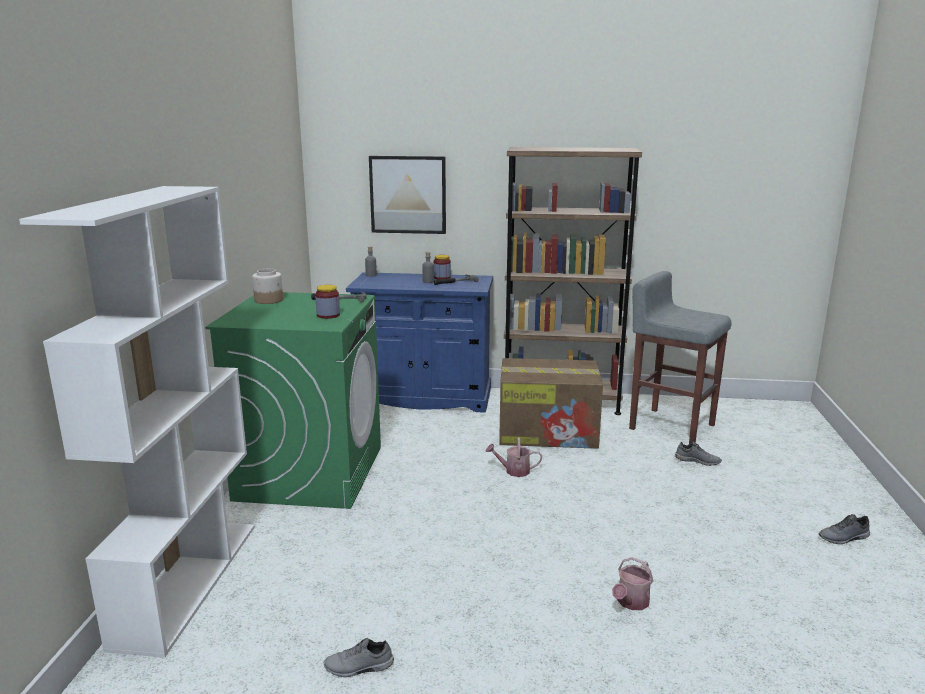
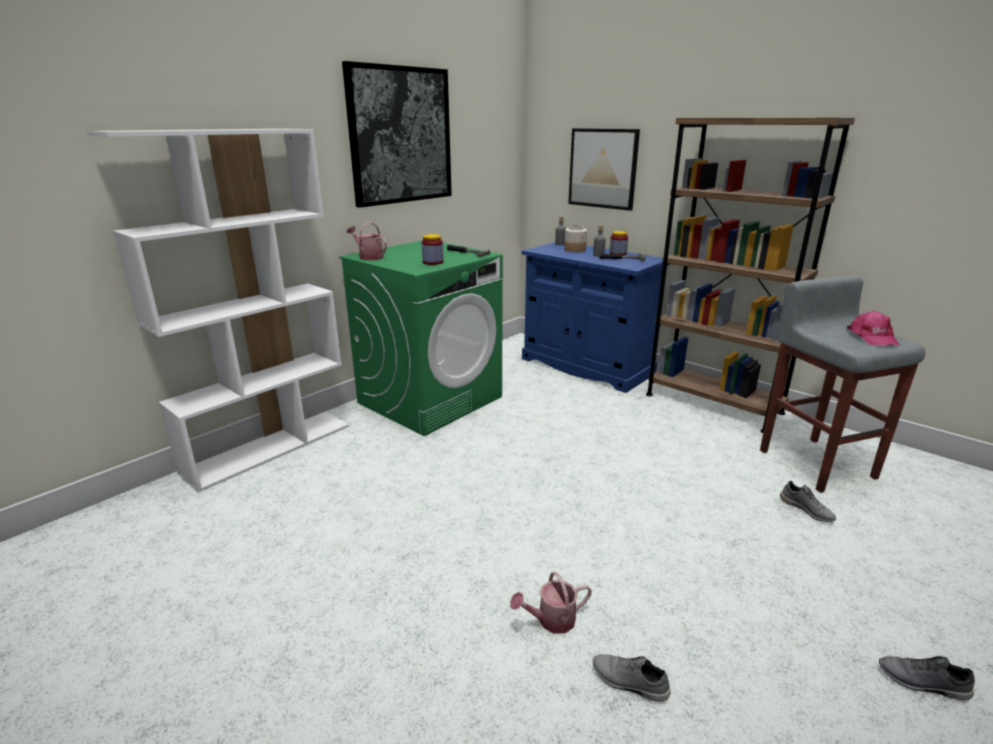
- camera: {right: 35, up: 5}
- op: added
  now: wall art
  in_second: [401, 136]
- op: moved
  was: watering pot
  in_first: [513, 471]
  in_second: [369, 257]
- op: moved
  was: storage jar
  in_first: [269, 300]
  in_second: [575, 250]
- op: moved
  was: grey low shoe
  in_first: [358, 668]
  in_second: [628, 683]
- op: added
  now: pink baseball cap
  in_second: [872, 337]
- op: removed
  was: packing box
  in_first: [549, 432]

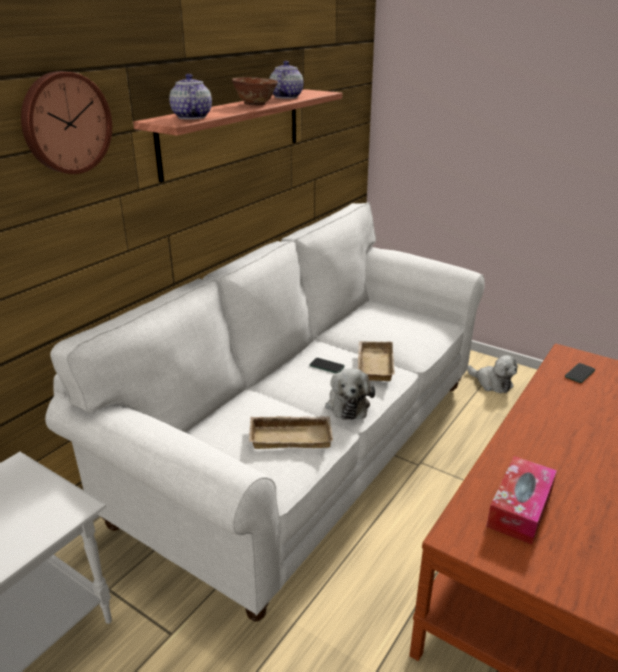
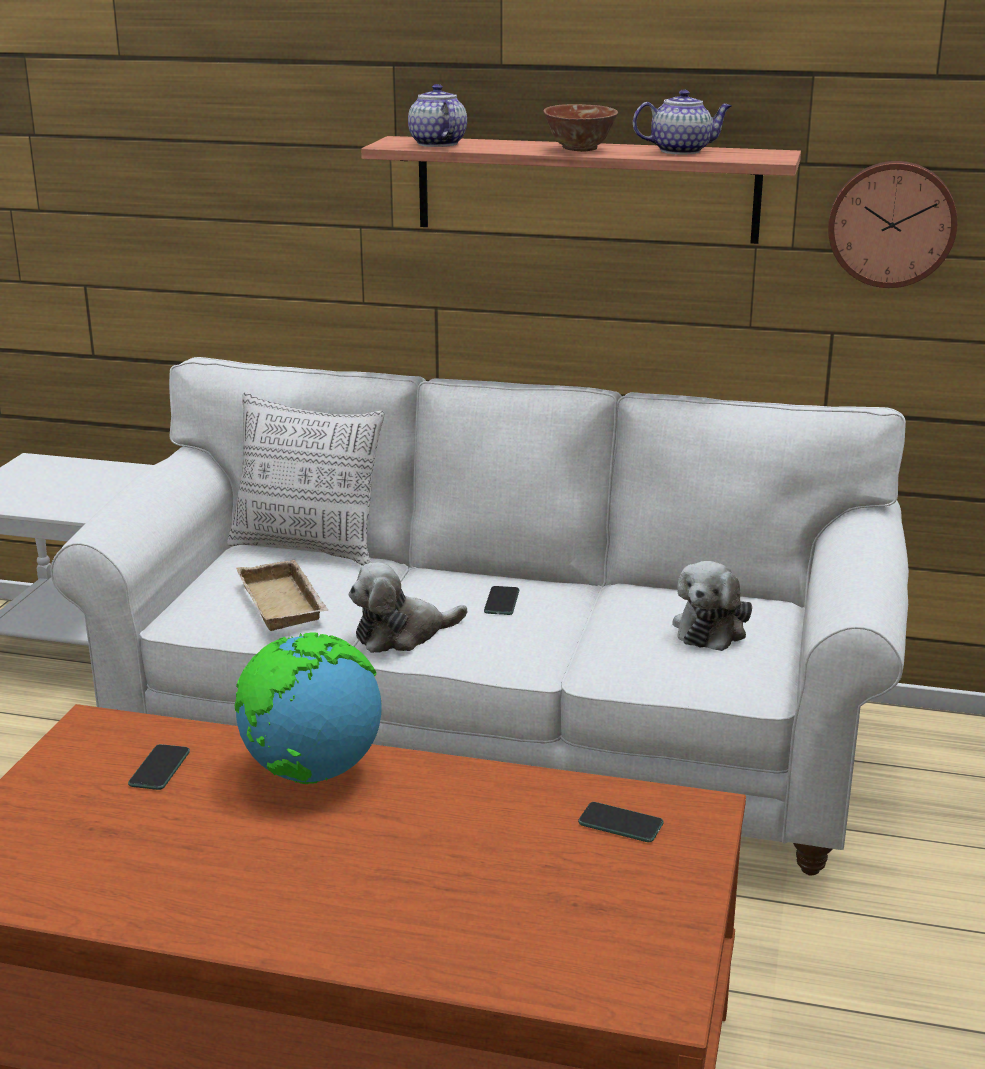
- camera: {right: 70, up: -5}
- op: replaced
  was: tissue box
  now: phone
  in_first: [520, 508]
  in_second: [159, 768]
- op: added
  now: throw pillow
  in_second: [308, 548]
- op: added
  now: globe
  in_second: [311, 773]
- op: turned
  was: teapot
  in_first: [191, 117]
  in_second: [436, 144]
  clockwise: -75
- op: moved
  was: plush toy
  in_first: [492, 383]
  in_second: [711, 628]
- op: moved
  was: clock on the wall
  in_first: [65, 123]
  in_second: [892, 223]
- op: removed
  was: sand-coloured carrying tray
  in_first: [373, 364]

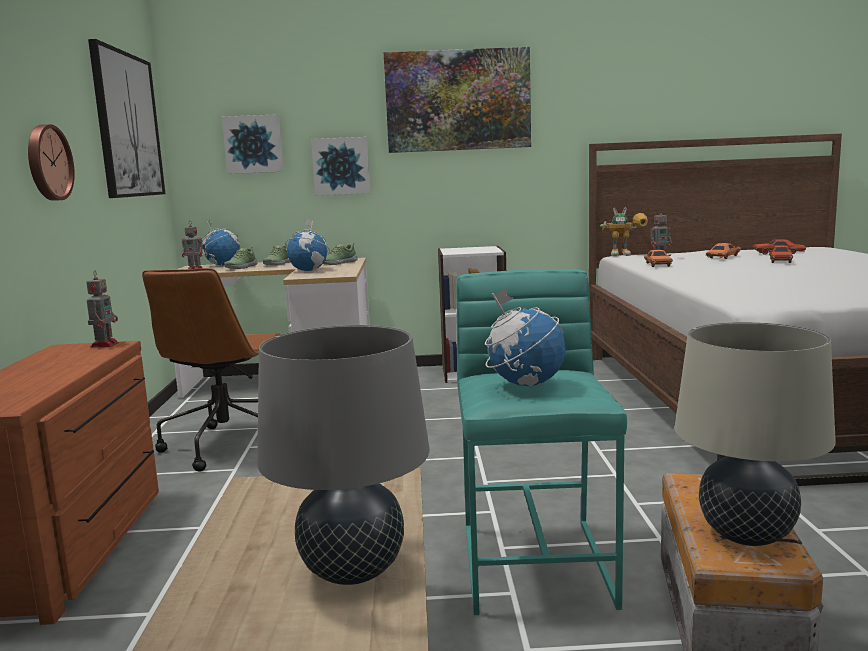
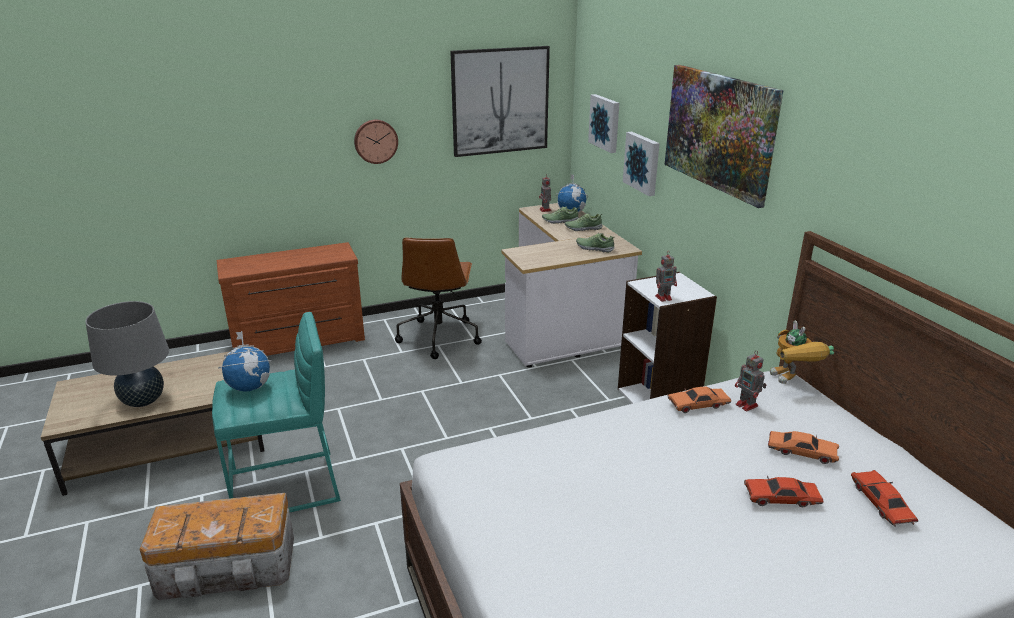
- camera: {right: 70, up: 15}
- op: turned
  was: brown-coloured desk chair
  in_first: [226, 444]
  in_second: [439, 336]
  clockwise: -75
- op: moved
  was: toy robot
  in_first: [105, 344]
  in_second: [664, 297]
- op: removed
  was: globe
  in_first: [309, 270]
- op: removed
  was: sand-coloured tabletop lamp
  in_first: [746, 535]

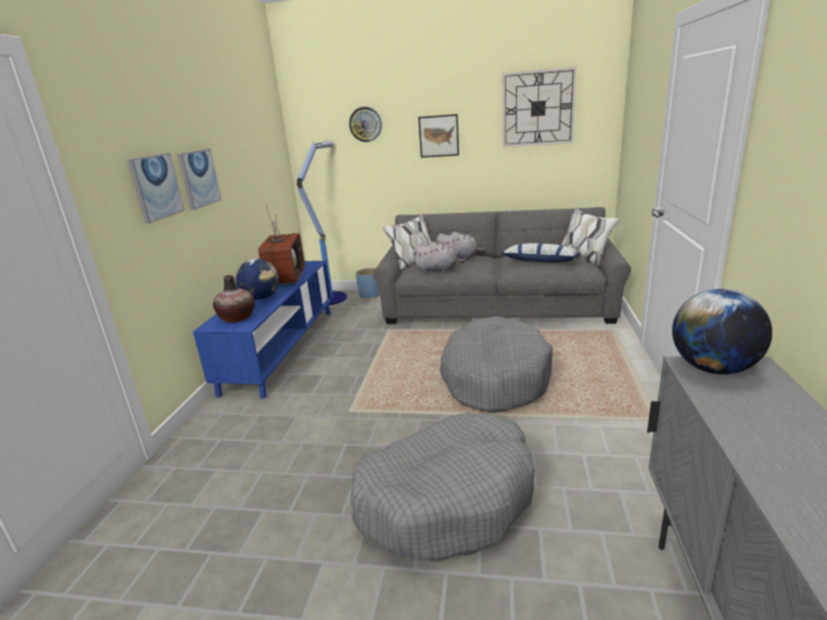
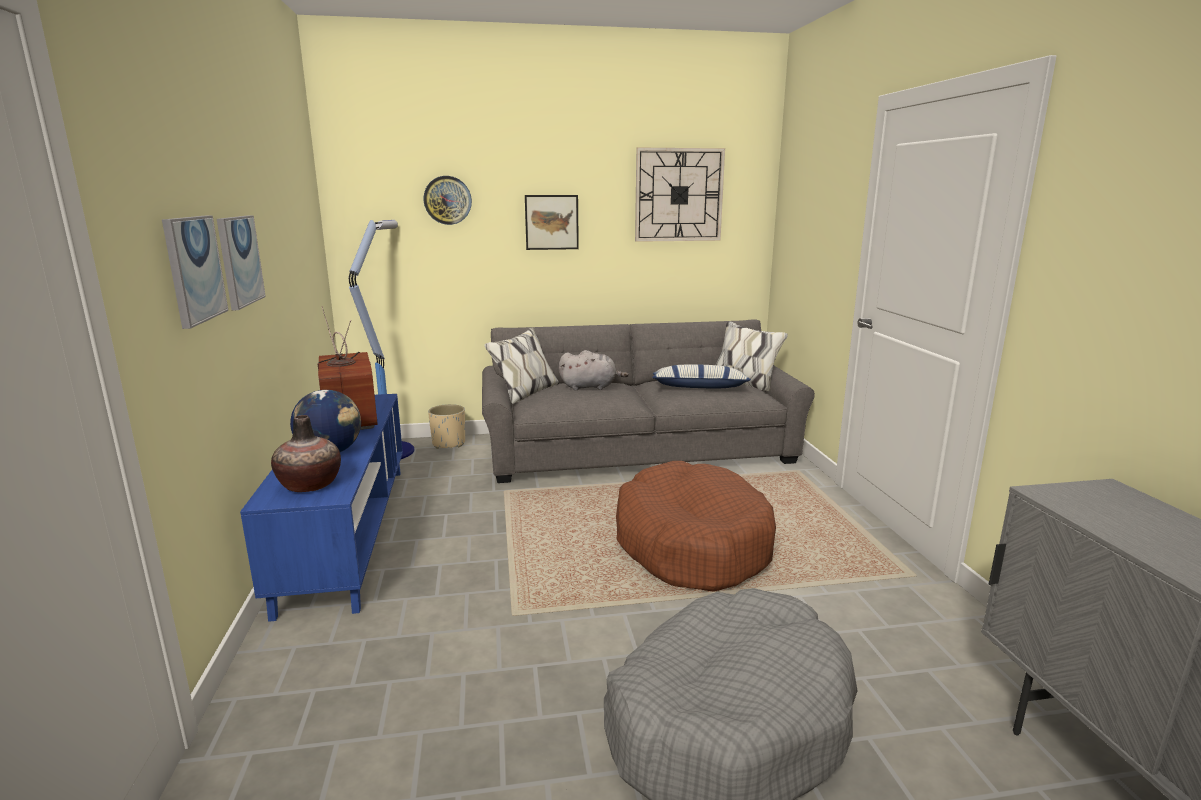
- camera: {right: -20, up: -5}
- op: recoloured
  was: blue flower pot
  now: sand-coloured flower pot
  in_first: [370, 295]
  in_second: [449, 443]
- op: recoloured
  was: grey dog cushion
  now: brown-coloured dog cushion
  in_first: [494, 378]
  in_second: [691, 544]
- op: removed
  was: grey plush toy
  in_first: [438, 270]
- op: removed
  was: globe
  in_first: [713, 368]

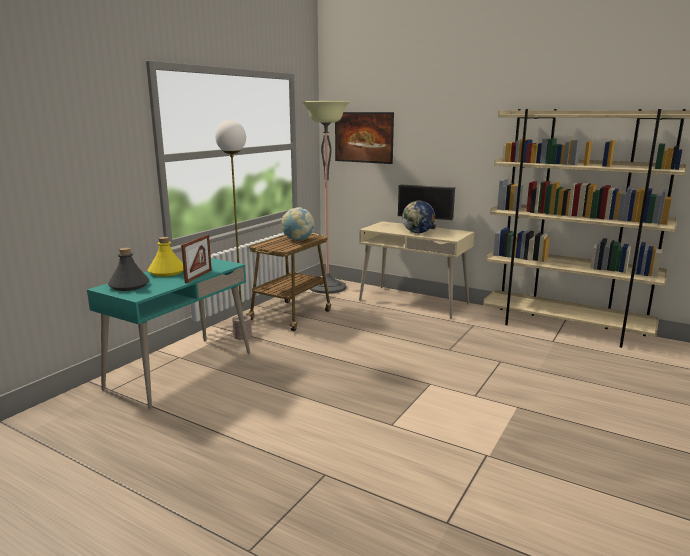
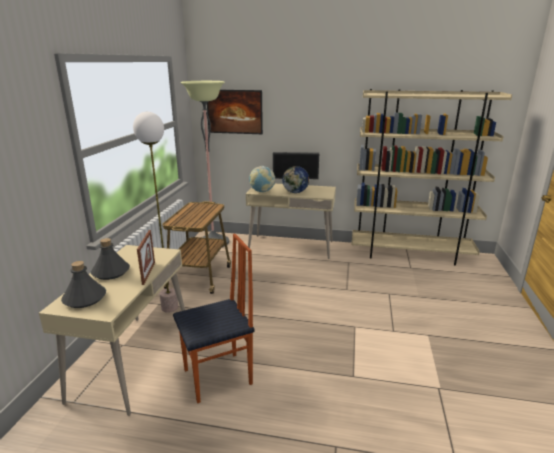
- camera: {right: -20, up: 5}
- op: recoloured
  was: turquoise-coloured desk unit
  now: sand-coloured desk unit
  in_first: [180, 370]
  in_second: [133, 360]
- op: recoloured
  was: yellowish drink bottle
  now: grey drink bottle
  in_first: [167, 272]
  in_second: [110, 272]
- op: added
  now: upright chair
  in_second: [219, 377]
- op: moved
  was: globe
  in_first: [298, 240]
  in_second: [262, 191]

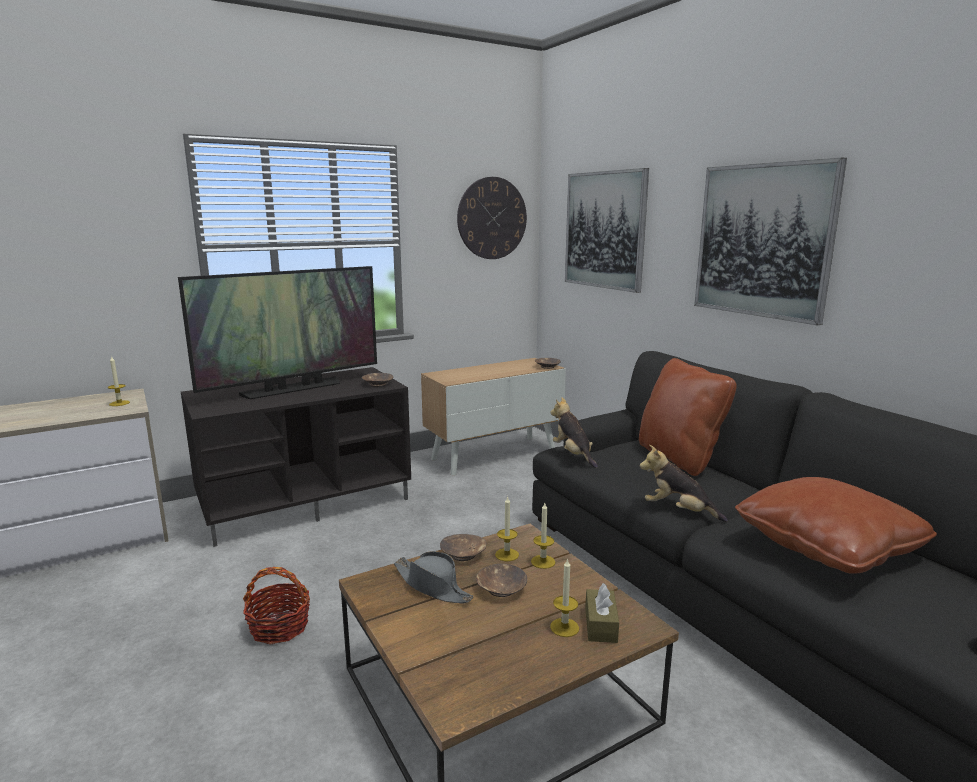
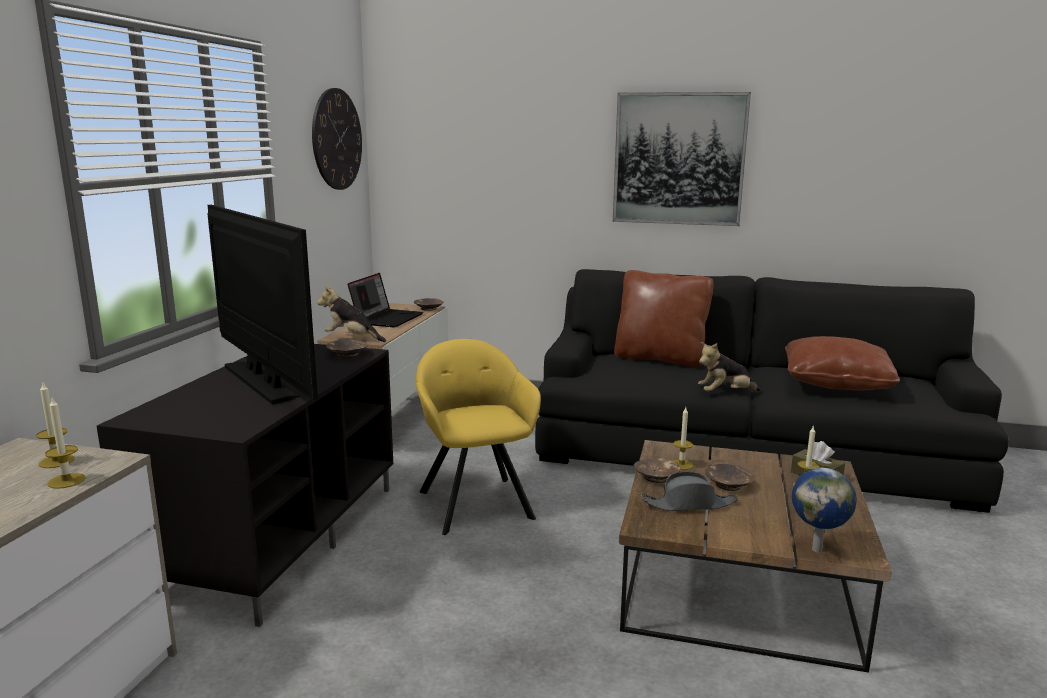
- camera: {right: -45, up: 0}
- op: moved
  was: wax light
  in_first: [543, 562]
  in_second: [66, 481]
- op: turned
  was: television
  in_first: [293, 389]
  in_second: [261, 382]
  clockwise: -45
- op: moved
  was: plush toy
  in_first: [573, 455]
  in_second: [351, 338]
- op: added
  now: portable computer
  in_second: [387, 318]
- op: added
  now: yellowish armchair
  in_second: [475, 501]
- op: added
  now: globe
  in_second: [817, 549]
- op: removed
  was: basket
  in_first: [279, 627]
- op: removed
  was: wall art
  in_first: [605, 230]

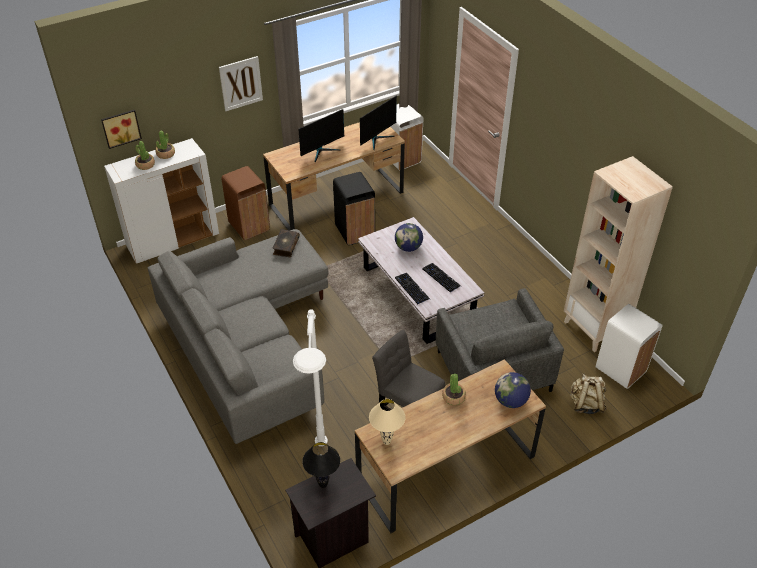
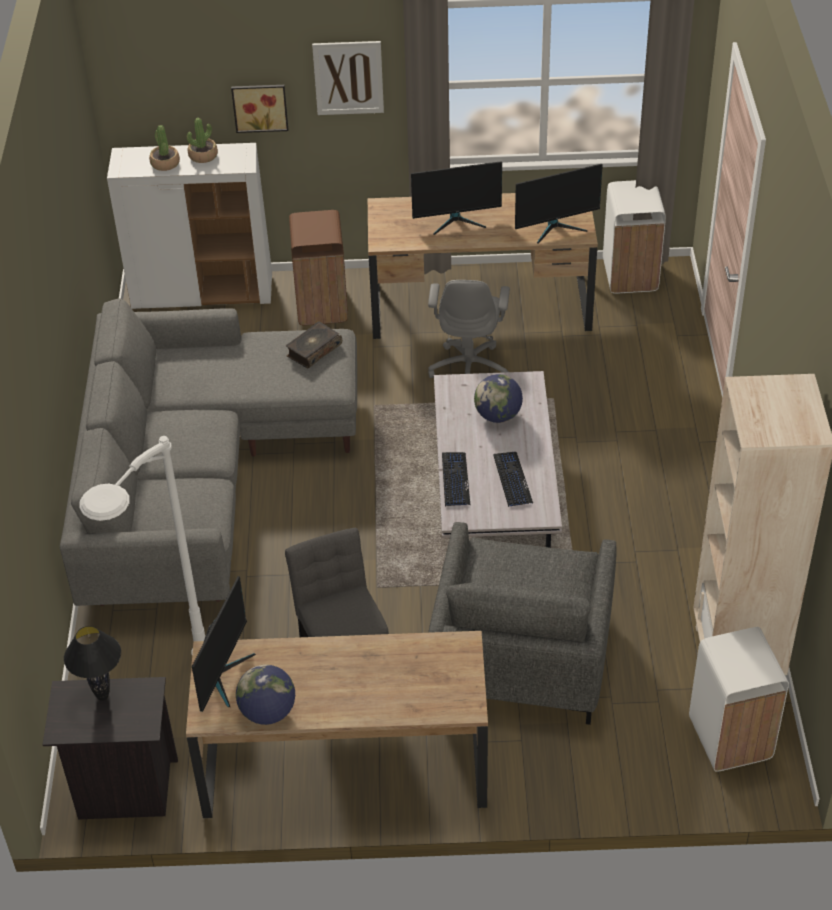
- camera: {right: 30, up: 0}
- op: replaced
  was: sand-coloured tabletop lamp
  now: computer screen
  in_first: [386, 442]
  in_second: [222, 675]
- op: moved
  was: wall art
  in_first: [120, 128]
  in_second: [260, 106]
- op: moved
  was: globe
  in_first: [510, 401]
  in_second: [268, 712]
- op: replaced
  was: blackish trash can
  now: grey desk chair
  in_first: [354, 232]
  in_second: [469, 368]
- op: removed
  was: potted plant
  in_first: [453, 397]
- op: removed
  was: sand-coloured rucksack
  in_first: [585, 404]

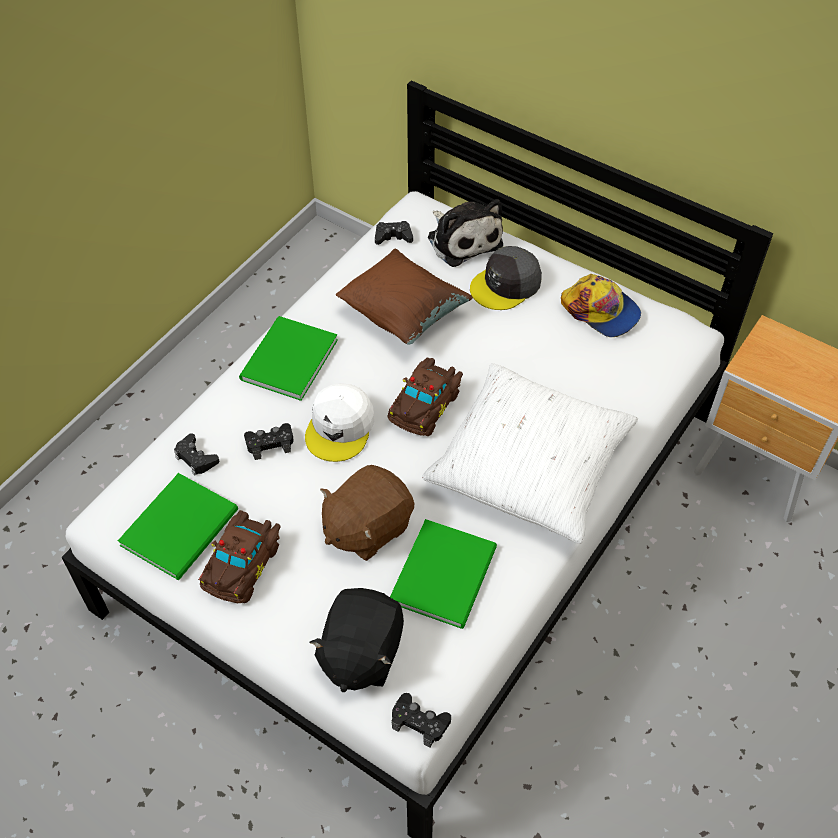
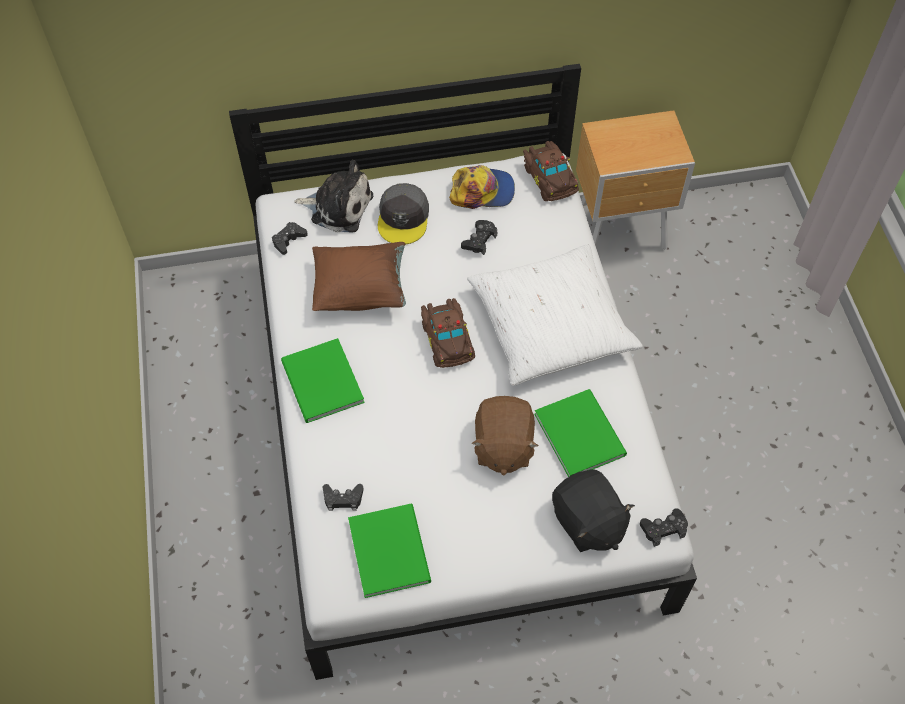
- camera: {right: -45, up: 5}
- op: moved
  was: blackish gamepad
  in_first: [270, 443]
  in_second: [479, 240]
- op: moved
  was: brown-coloured toy car
  in_first: [243, 563]
  in_second: [550, 177]
- op: removed
  was: white-coloured baseball cap
  in_first: [340, 427]

